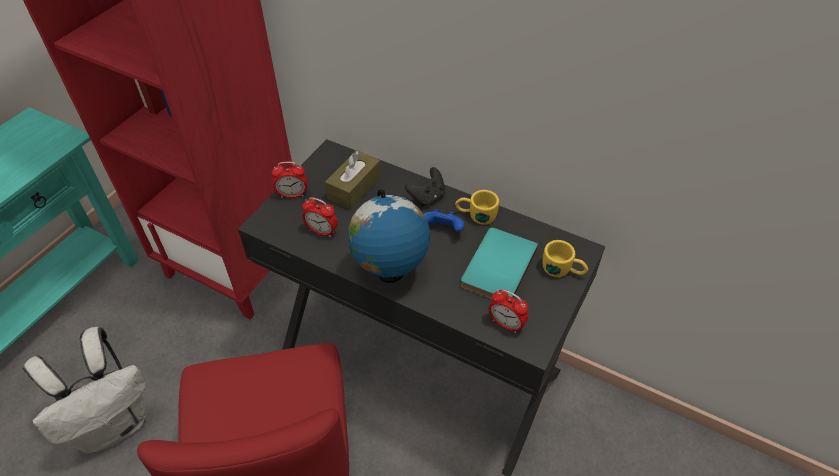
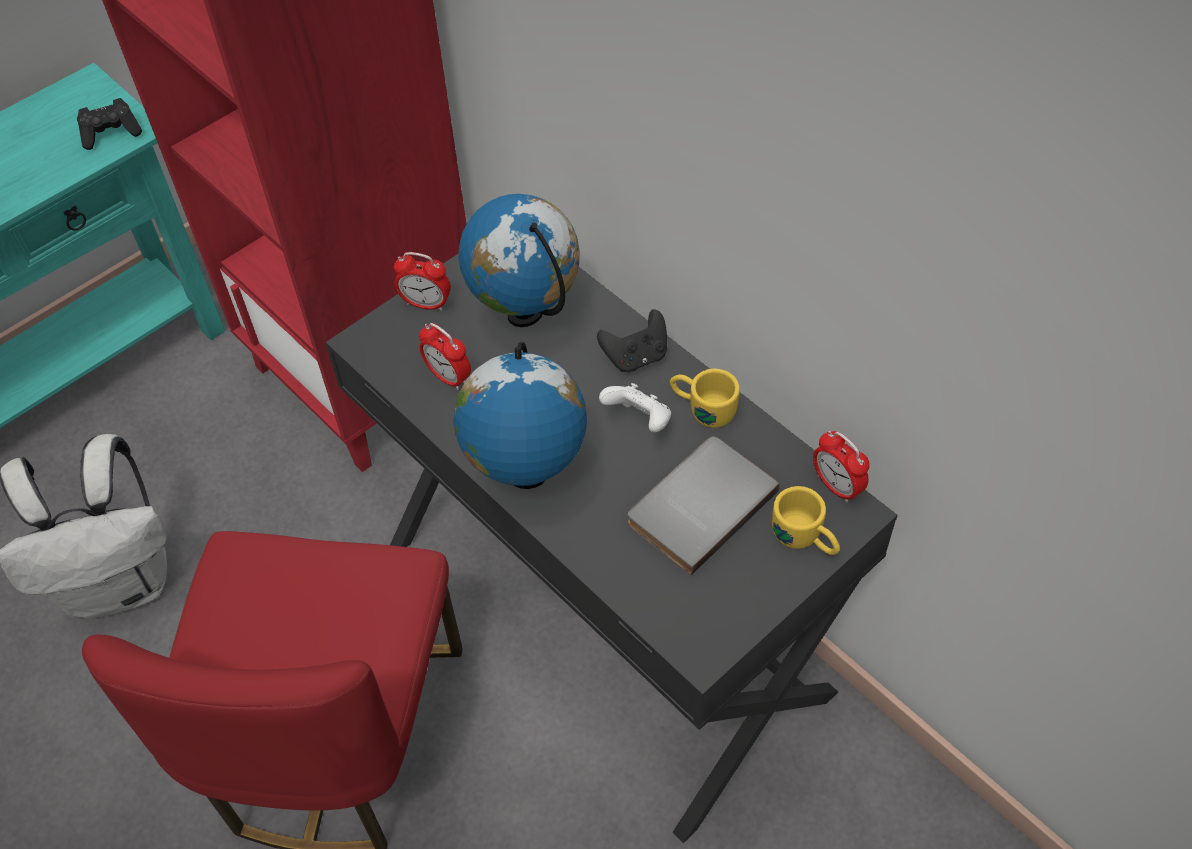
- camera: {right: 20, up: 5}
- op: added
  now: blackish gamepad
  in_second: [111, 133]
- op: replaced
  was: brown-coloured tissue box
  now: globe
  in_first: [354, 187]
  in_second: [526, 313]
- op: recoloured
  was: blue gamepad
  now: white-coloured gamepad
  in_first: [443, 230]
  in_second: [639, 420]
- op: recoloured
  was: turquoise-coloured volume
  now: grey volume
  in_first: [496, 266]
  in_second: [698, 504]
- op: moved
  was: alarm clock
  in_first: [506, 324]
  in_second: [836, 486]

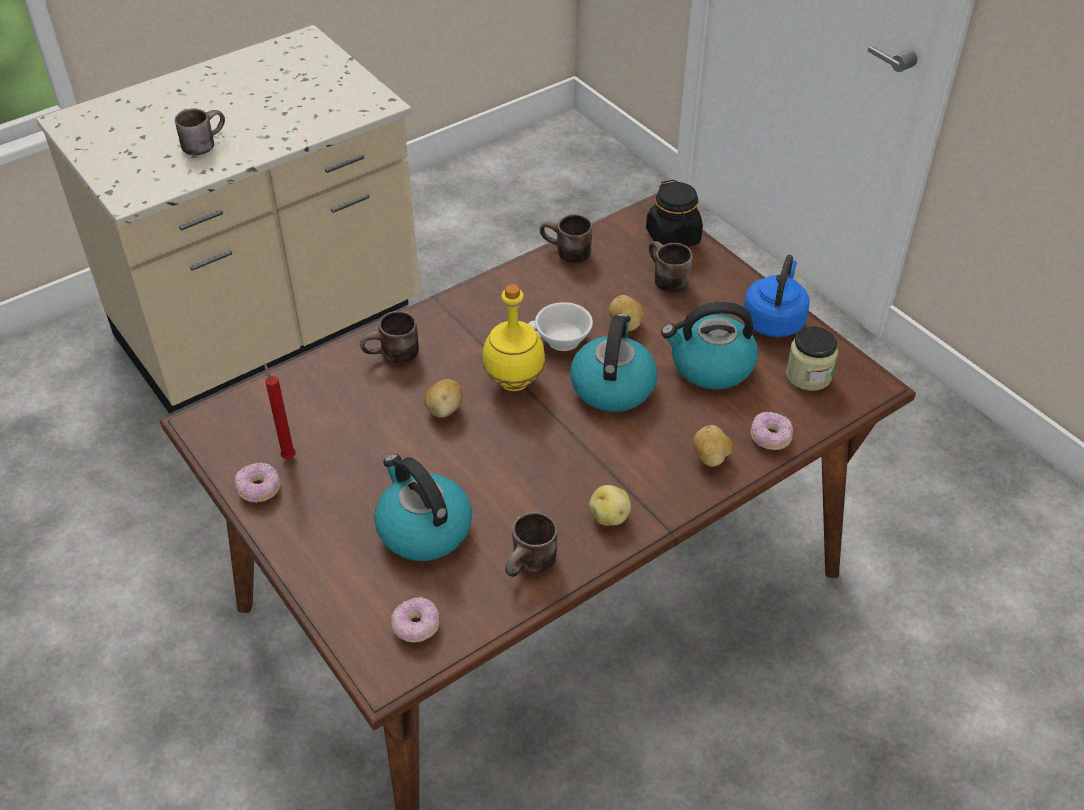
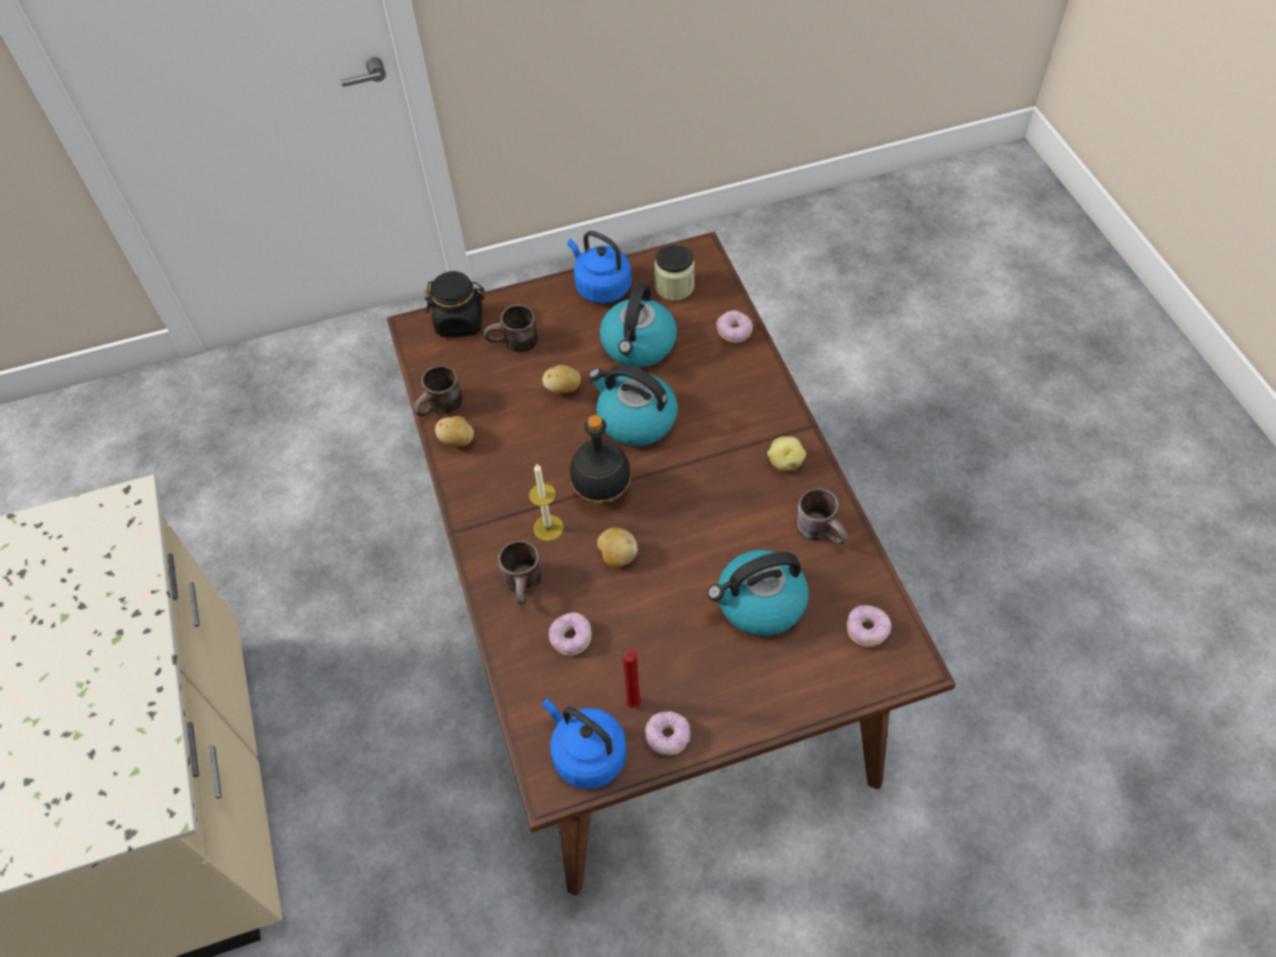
- camera: {right: -70, up: 10}
- op: moved
  was: whole potato
  in_first: [711, 458]
  in_second: [457, 440]
- op: added
  now: wax light
  in_second: [548, 528]
- op: added
  now: blue tea kettle
  in_second: [586, 754]
- op: added
  now: ring doughnut
  in_second: [571, 638]
- op: recoloured
  was: yellowish drink bottle
  now: blackish drink bottle
  in_first: [514, 383]
  in_second: [603, 492]
- op: removed
  was: brown-coloured tea mug
  in_first: [202, 143]
- op: removed
  was: white-coloured small cup
  in_first: [561, 341]

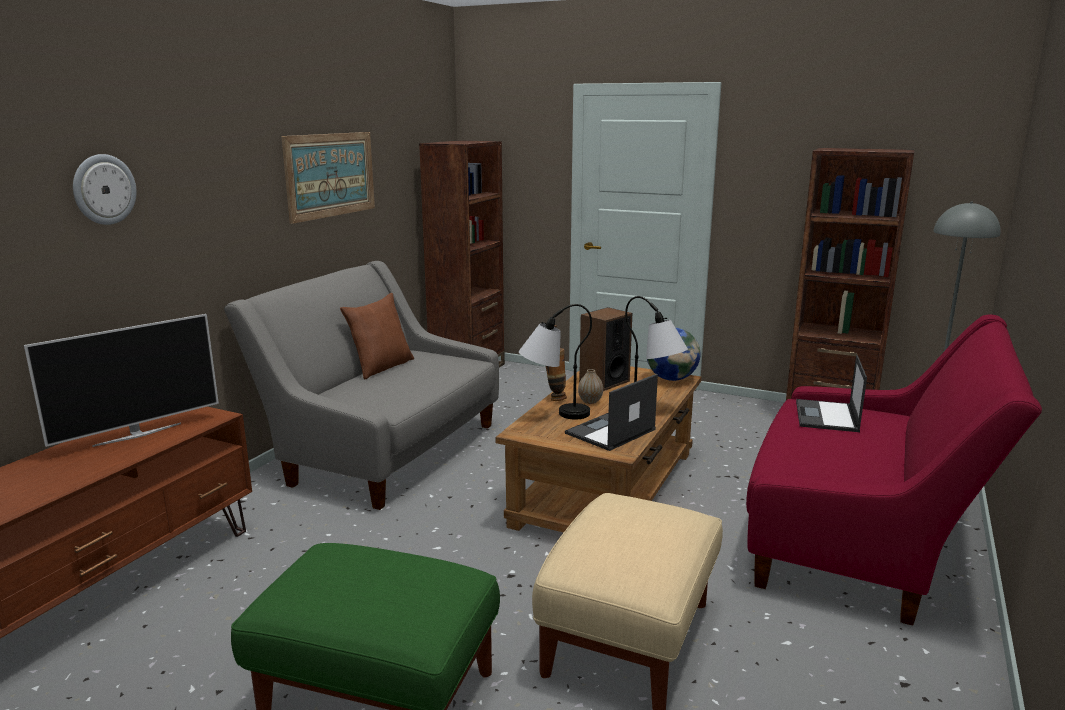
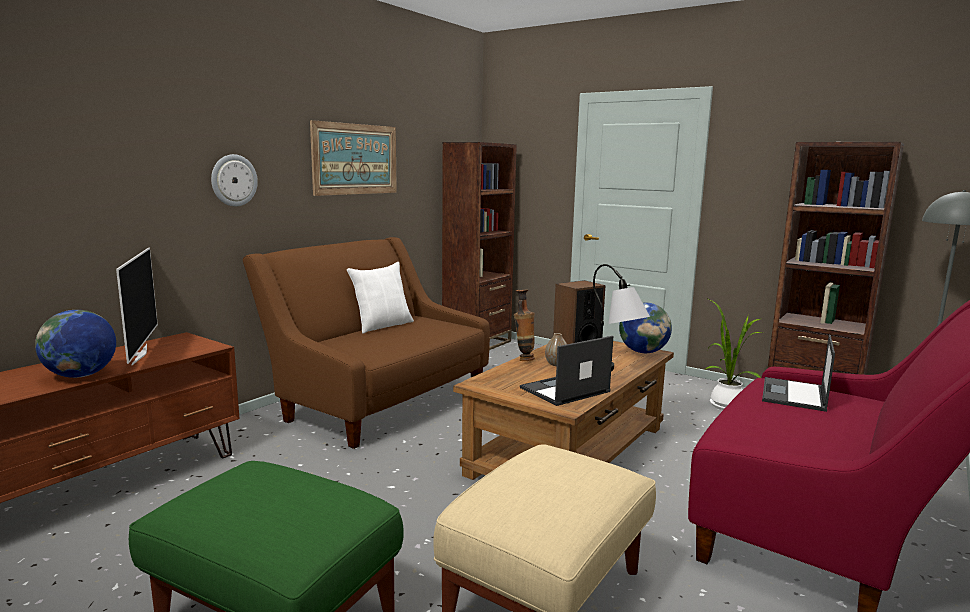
- camera: {right: 10, up: -5}
- op: added
  now: globe
  in_second: [81, 375]
- op: turned
  was: television
  in_first: [137, 434]
  in_second: [138, 354]
  clockwise: -75
- op: moved
  was: clock on the wall
  in_first: [103, 189]
  in_second: [233, 180]
- op: recoloured
  was: grey sofa
  now: brown-coloured sofa
  in_first: [385, 450]
  in_second: [379, 401]
- op: recoloured
  was: brown-coloured throw pillow
  now: white-coloured throw pillow
  in_first: [381, 367]
  in_second: [382, 325]
- op: added
  now: potted plant
  in_second: [725, 404]
- op: removed
  was: tabletop lamp
  in_first: [553, 414]

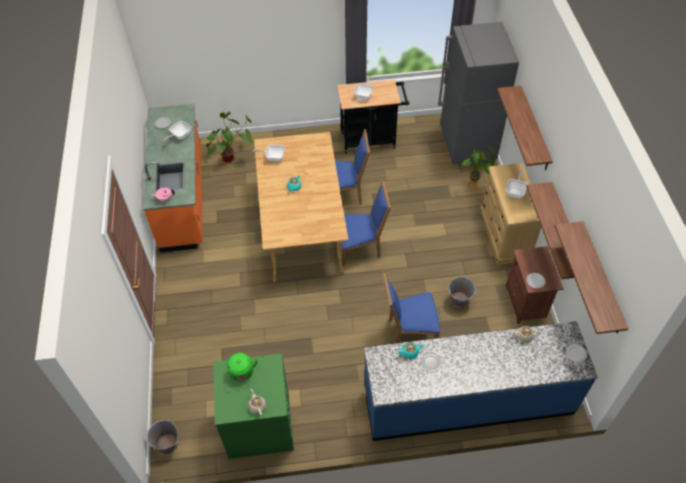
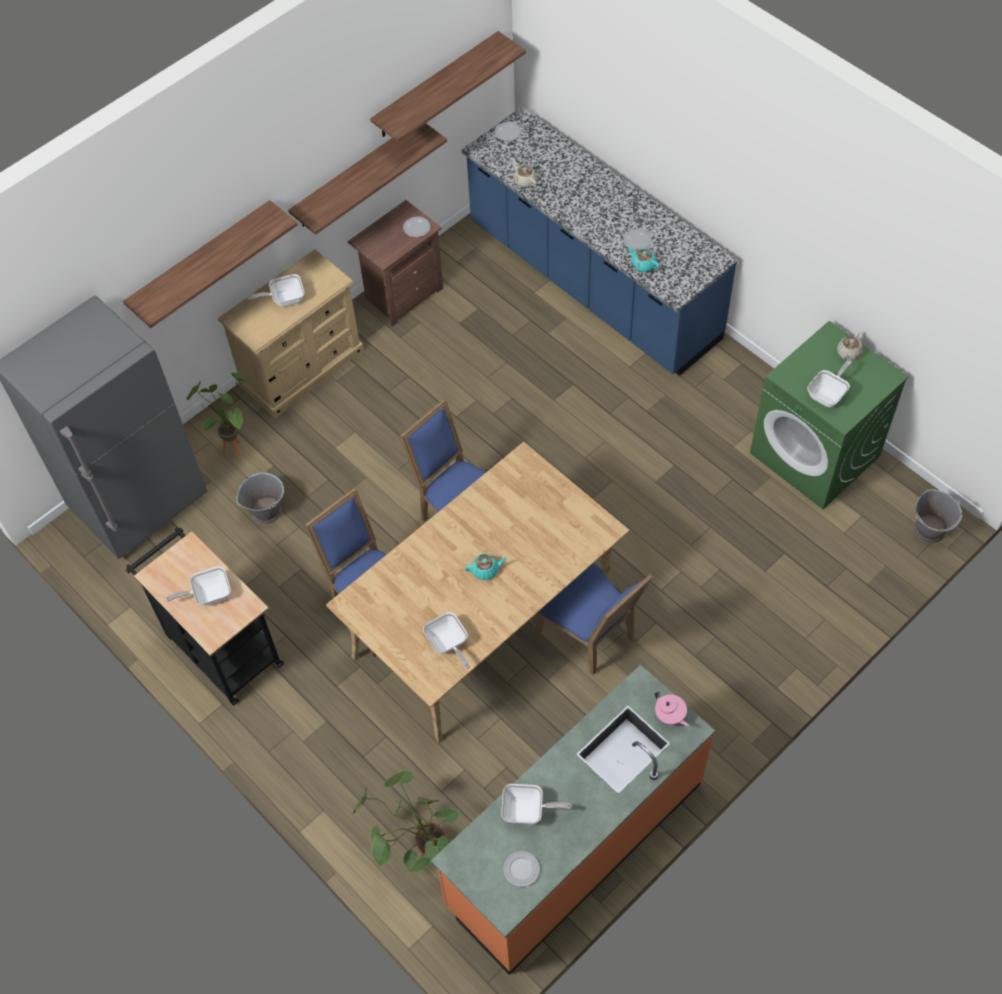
- camera: {right: -125, up: 5}
- op: moved
  was: grey pail
  in_first: [459, 300]
  in_second: [266, 511]
- op: moved
  was: blue upright chair
  in_first: [409, 331]
  in_second: [590, 636]
- op: replaced
  was: green-coloured tea kettle
  now: skillet
  in_first: [242, 373]
  in_second: [828, 394]

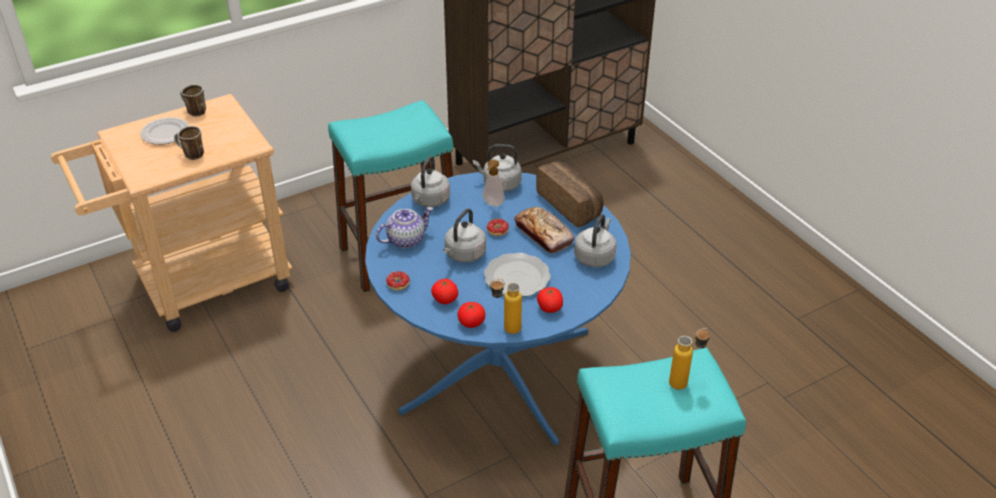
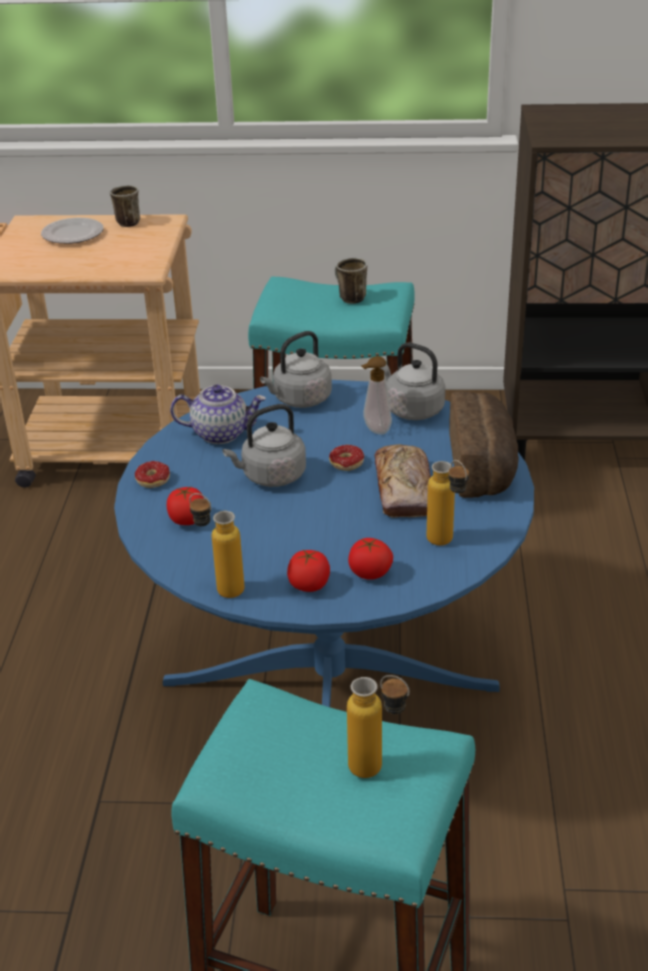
- camera: {right: 35, up: -5}
- op: moved
  was: tea mug
  in_first: [191, 155]
  in_second: [348, 298]
- op: moved
  was: whole tomato
  in_first: [471, 323]
  in_second: [370, 573]
- op: replaced
  was: grey tea kettle
  now: drink bottle
  in_first: [595, 256]
  in_second: [446, 544]
- op: removed
  was: dinner plate
  in_first: [516, 277]

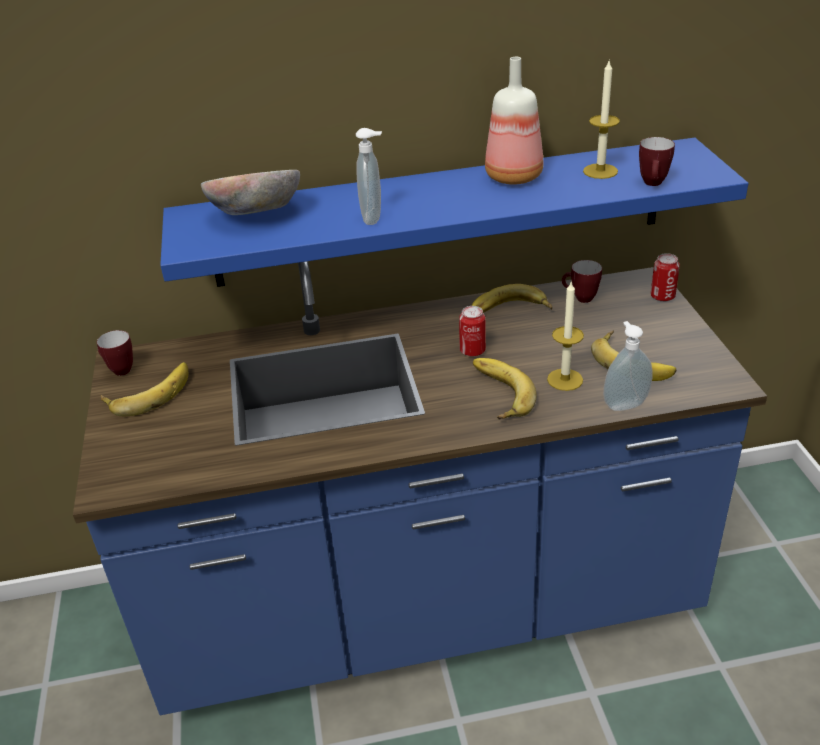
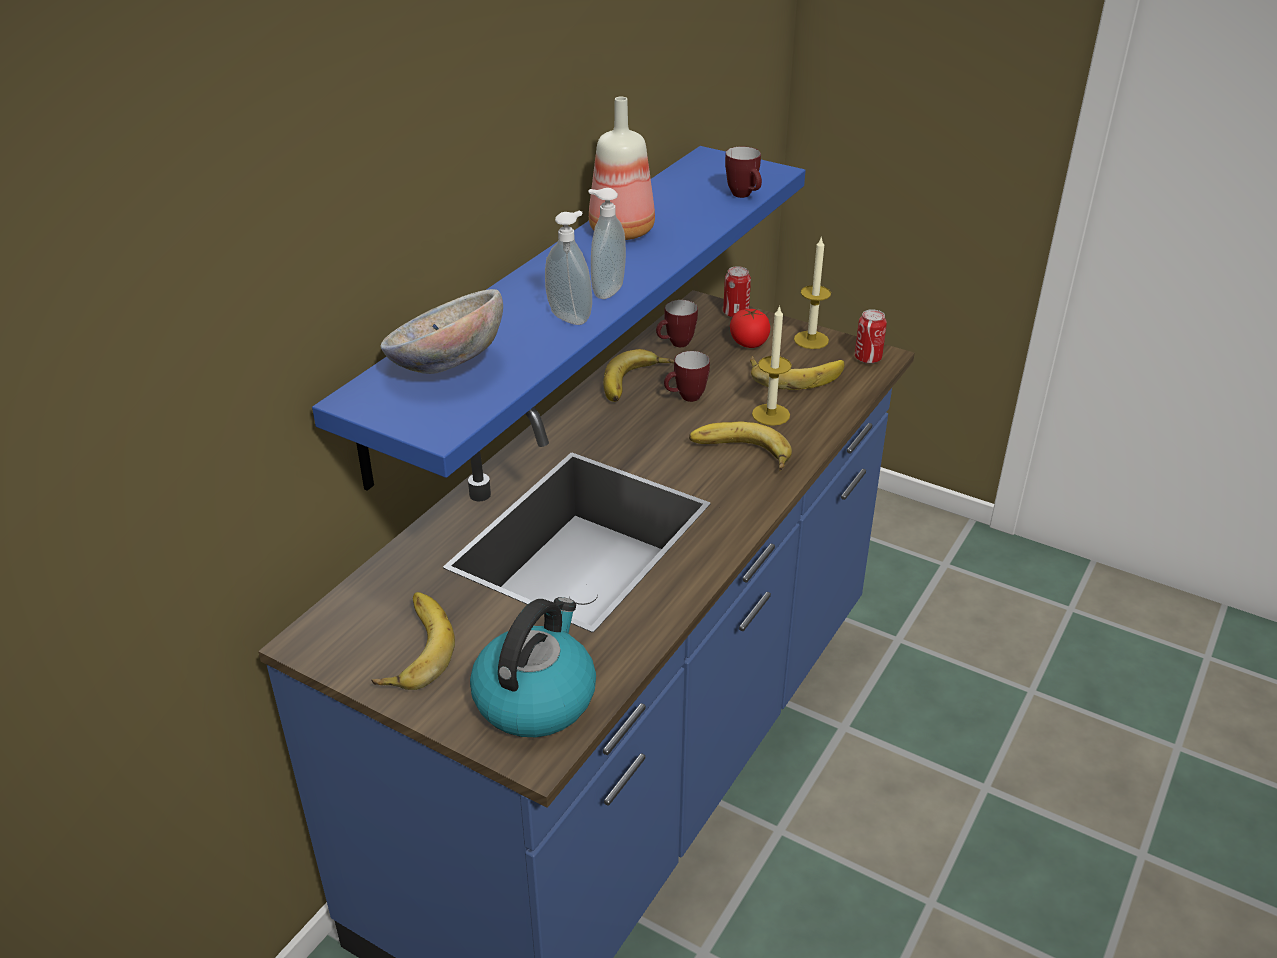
- camera: {right: -50, up: 0}
- op: added
  now: tea kettle
  in_second: [535, 698]
- op: moved
  was: soap dispenser
  in_first: [624, 404]
  in_second: [606, 291]
- op: moved
  was: tea mug
  in_first: [118, 370]
  in_second: [686, 398]
- op: added
  now: whole tomato
  in_second: [749, 343]
- op: moved
  was: wax light
  in_first: [600, 171]
  in_second: [811, 340]
- op: moved
  was: sealed can
  in_first: [472, 351]
  in_second: [868, 358]

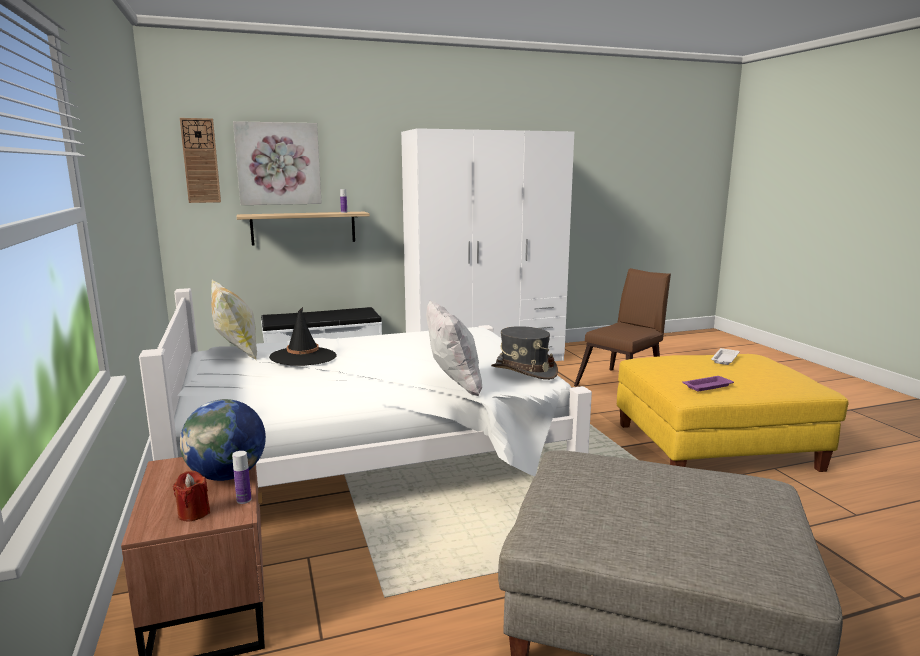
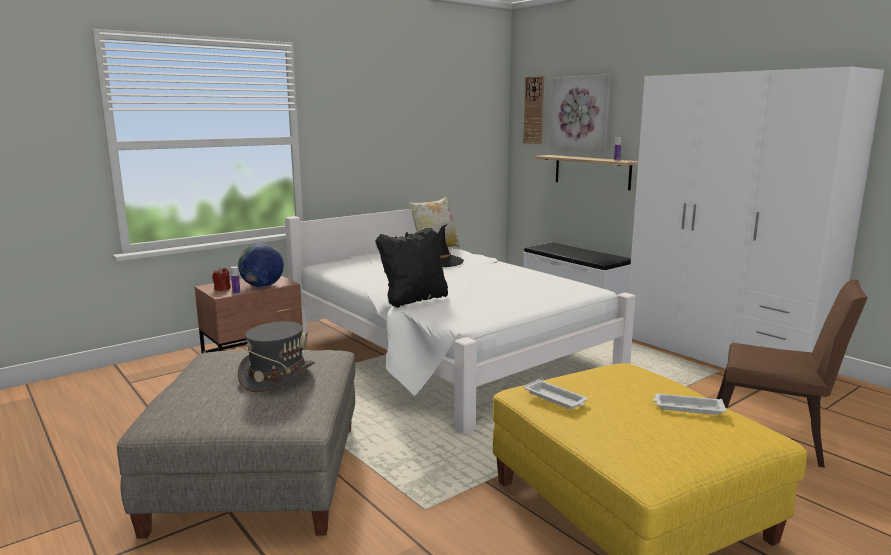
- camera: {right: 70, up: 0}
- op: moved
  was: grey hat
  in_first: [523, 371]
  in_second: [277, 376]
- op: recoloured
  was: white-coloured throw pillow
  now: blackish throw pillow
  in_first: [453, 387]
  in_second: [414, 300]
- op: recoloured
  was: purplish carrying tray
  now: white-coloured carrying tray
  in_first: [708, 386]
  in_second: [556, 398]

